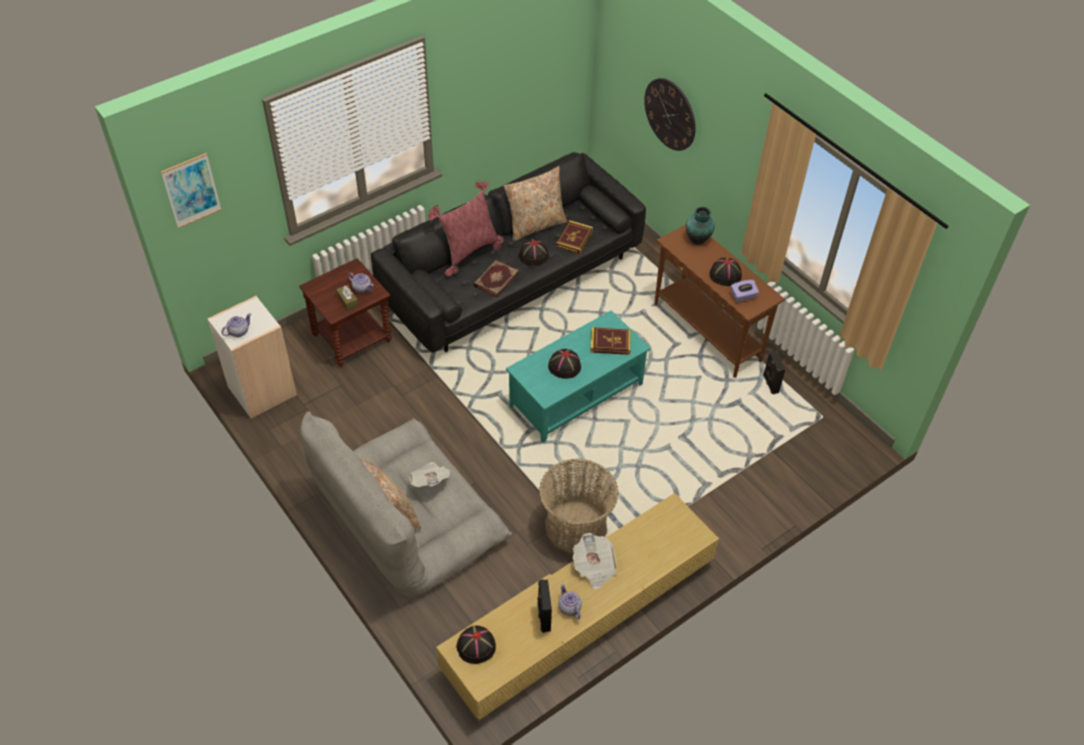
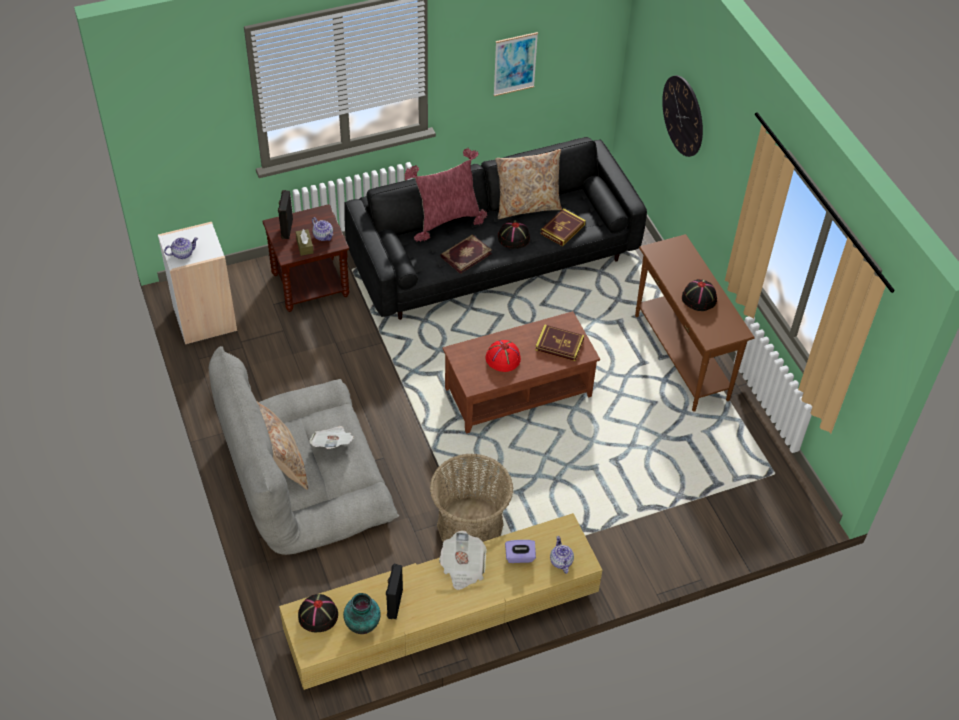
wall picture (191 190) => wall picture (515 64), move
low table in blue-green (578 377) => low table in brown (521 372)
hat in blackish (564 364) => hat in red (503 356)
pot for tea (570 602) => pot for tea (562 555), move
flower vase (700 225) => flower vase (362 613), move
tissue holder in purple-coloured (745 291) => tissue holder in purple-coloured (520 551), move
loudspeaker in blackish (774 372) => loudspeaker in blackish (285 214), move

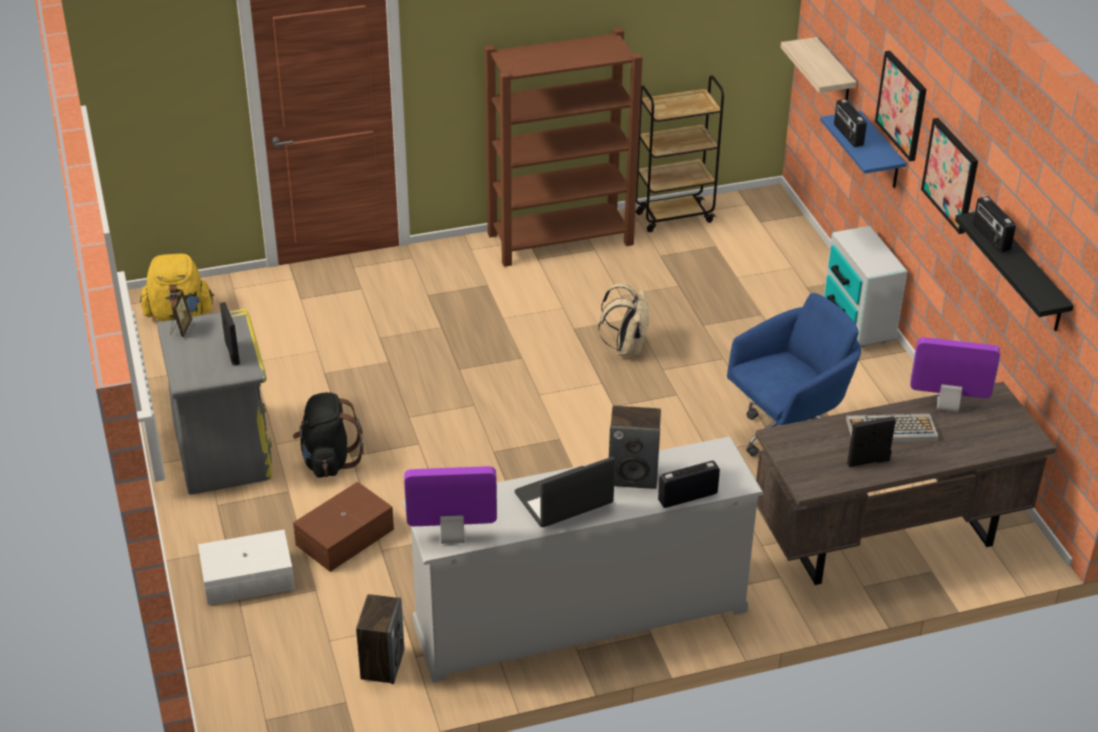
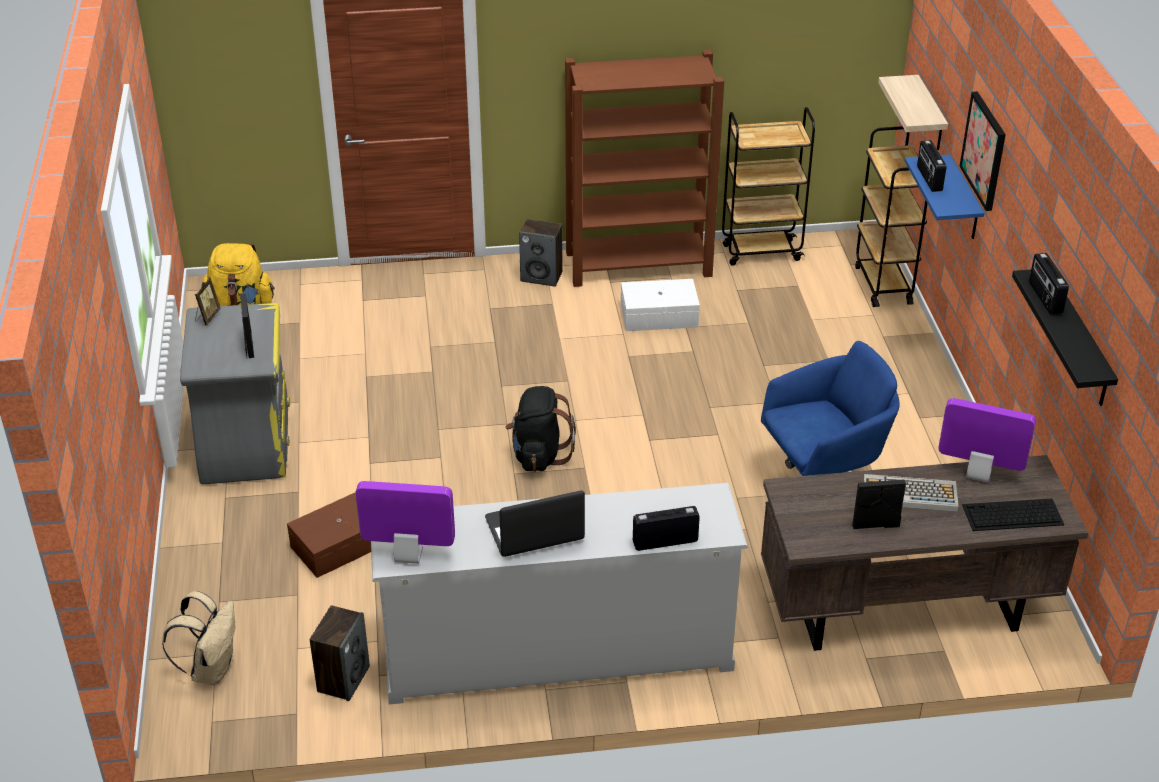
storage bin in white (246 567) => storage bin in white (660 305), move
backpack in blackish (328 435) => backpack in blackish (540 429), move
backpack in beige-coloured (624 320) => backpack in beige-coloured (198 638), move
loudspeaker (635 447) => loudspeaker (541 253), move
night table in white (865 286) => nothing
wall picture (949 176) => nothing
nothing => cart in brown (891 216)
nothing => keyboard (1013 514)

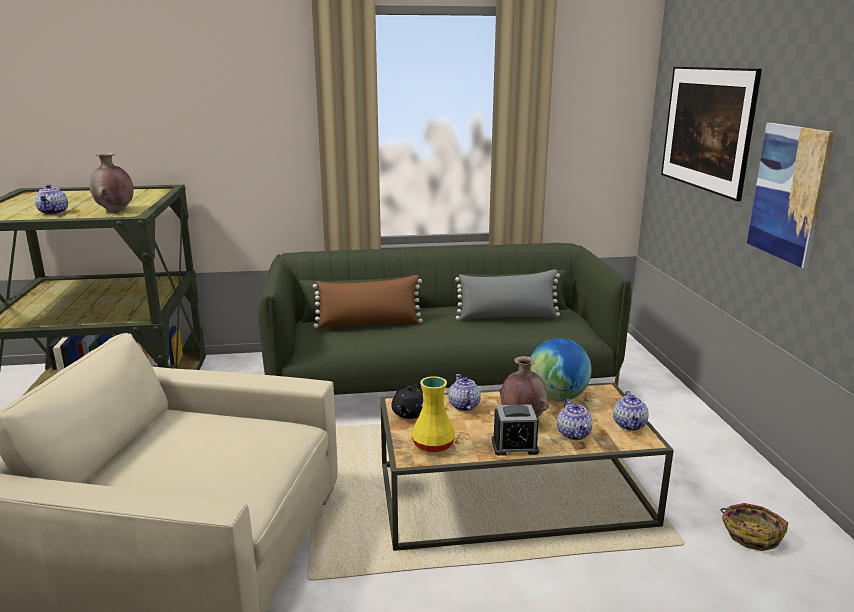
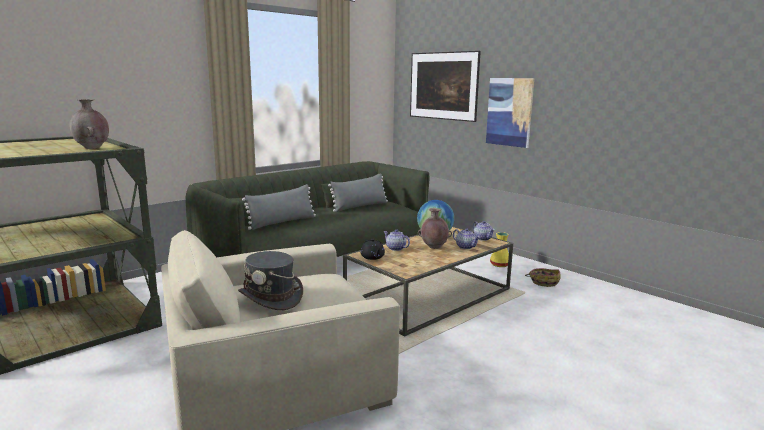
pot for tea (51 199) => nothing
cushion in brown (368 302) => cushion in grey (279 207)
flower vase in yellow-coloured (433 414) => flower vase in yellow-coloured (499 249), move
bedside clock (515 430) => nothing
nothing => hat in grey (270 280)

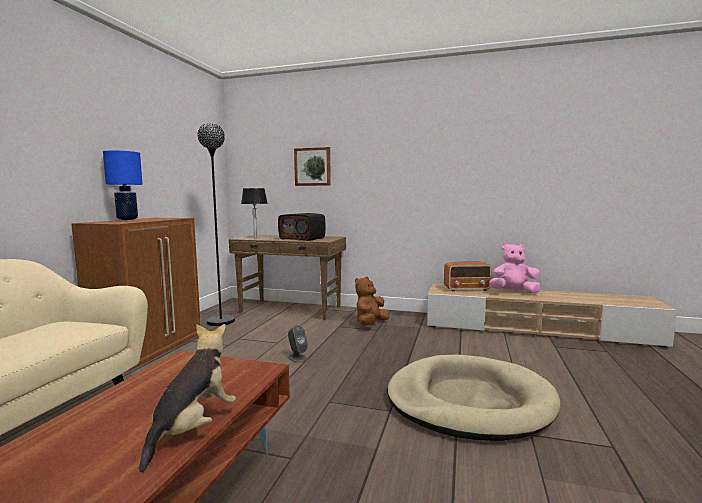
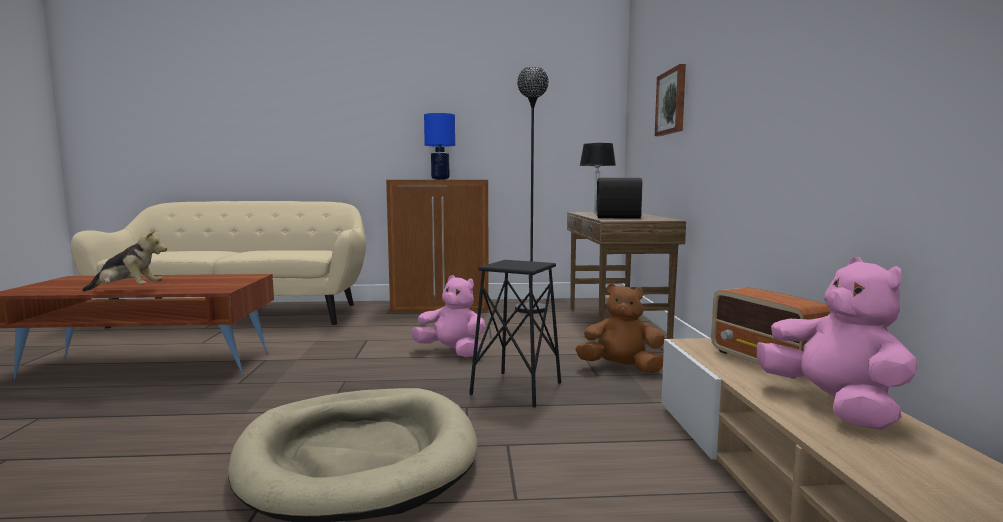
loudspeaker in grey (298 344) => soft toy in pink-coloured (448 316)
nothing => stool in blackish (515 334)

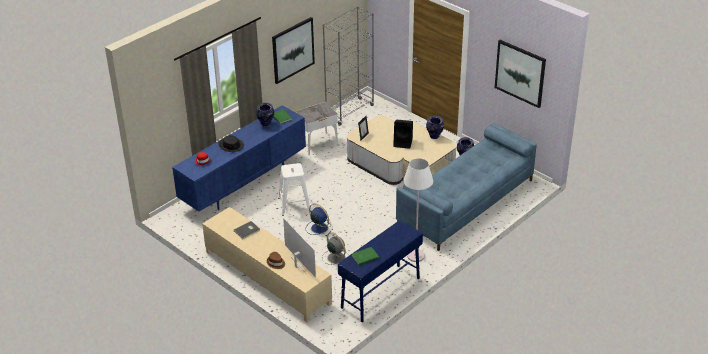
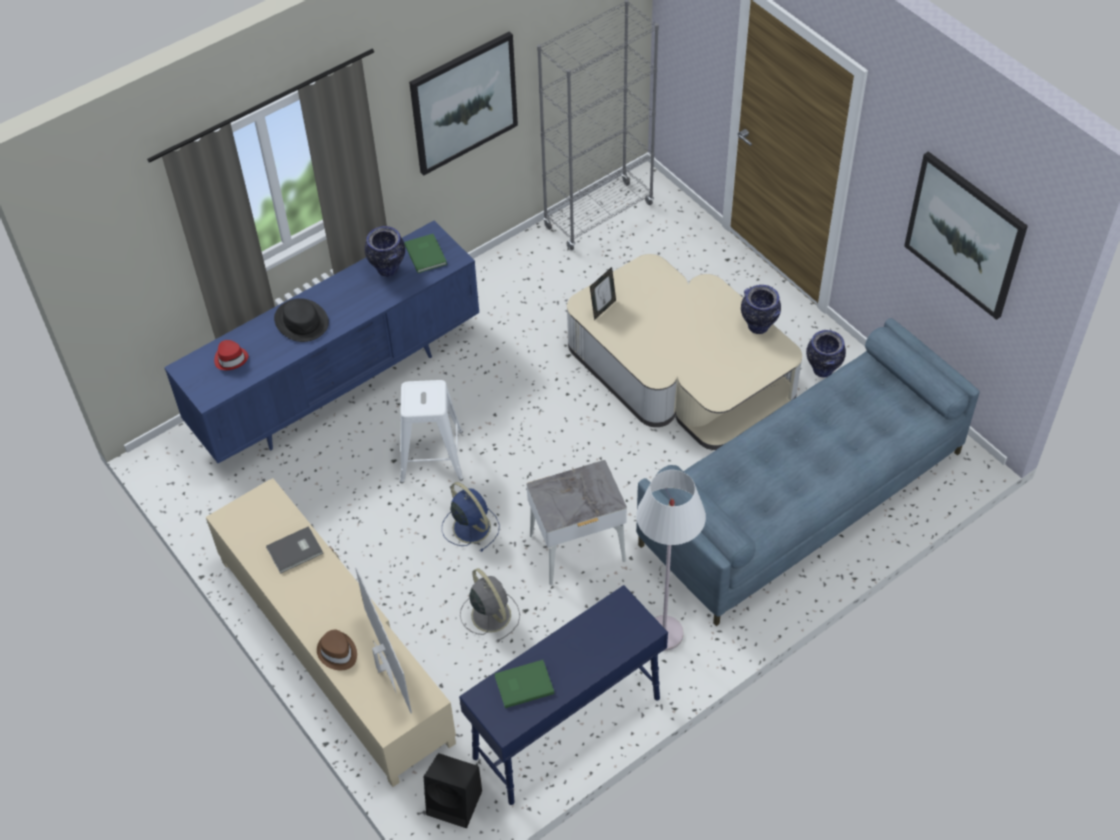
accent table (317 128) => accent table (577 522), move
loudspeaker in blackish (403 134) => loudspeaker in blackish (452 790), move

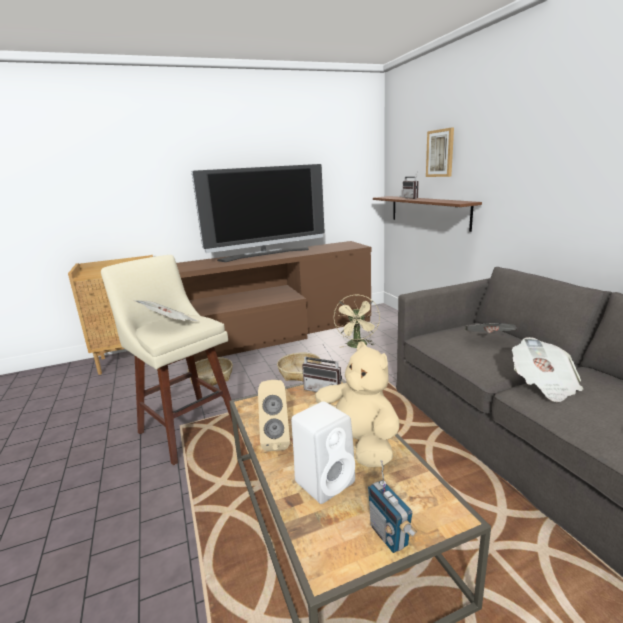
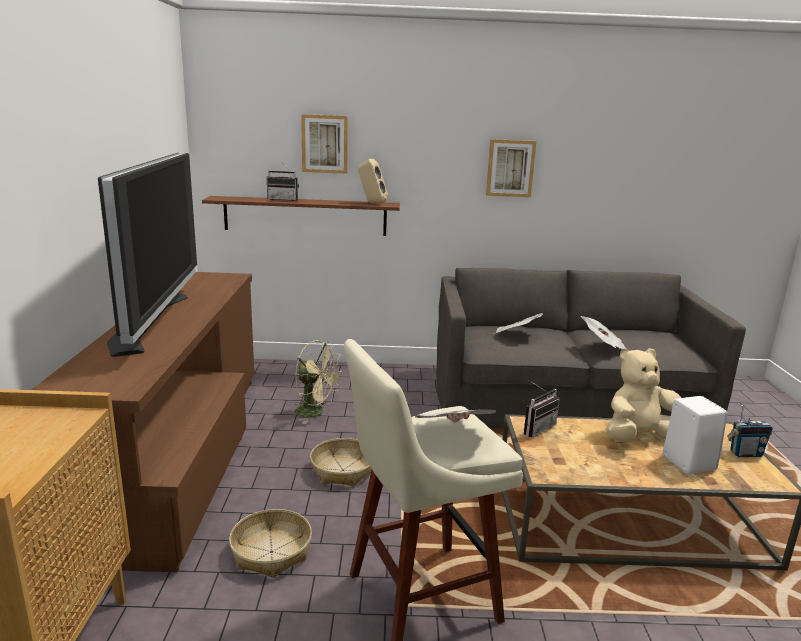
loudspeaker in beige-coloured (274 415) => loudspeaker in beige-coloured (373 181), move
nothing => wall picture (511 168)

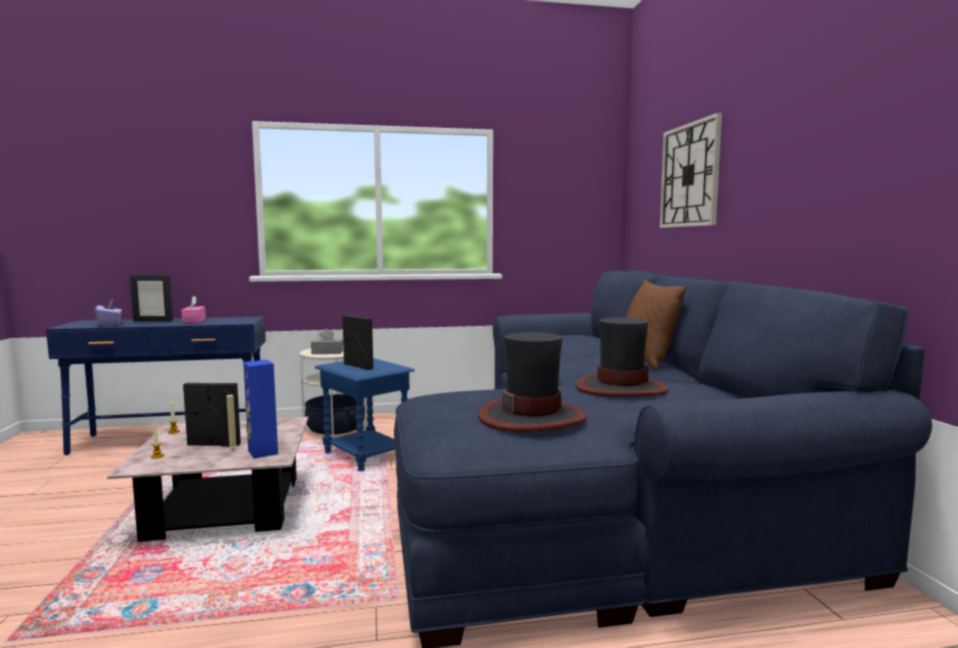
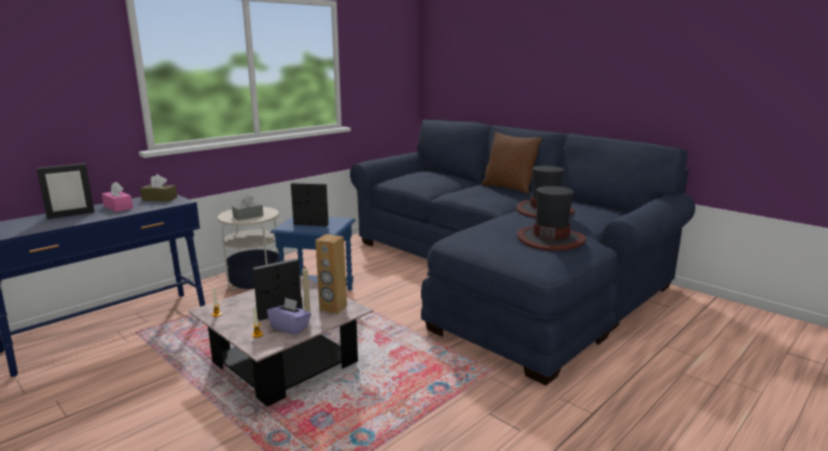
tissue holder in purple-coloured (108 312) => tissue holder in purple-coloured (289 315), move
loudspeaker in blue (260 409) => loudspeaker in brown (331 274)
hanging clock (691 170) => nothing
nothing => tissue holder in brown (158 188)

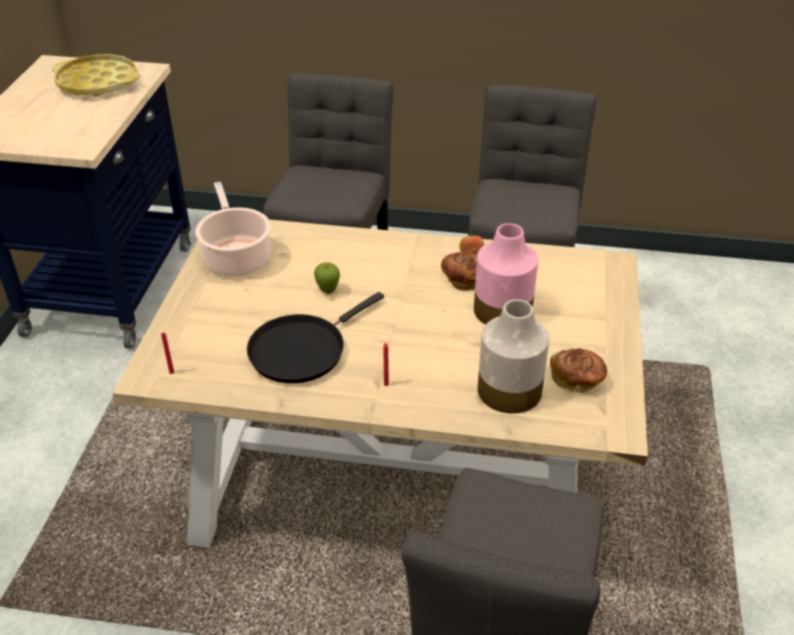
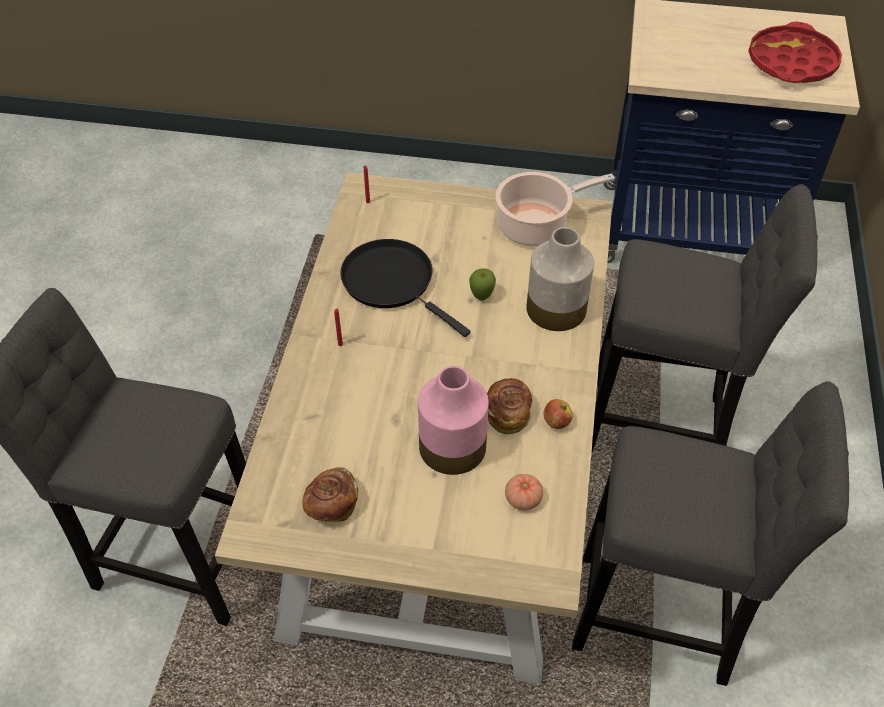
carrying tray in yellow-coloured (95 75) => carrying tray in red (795 52)
flower vase in beige-coloured (513 356) => flower vase in beige-coloured (560 279), move
nothing => whole tomato (524 492)

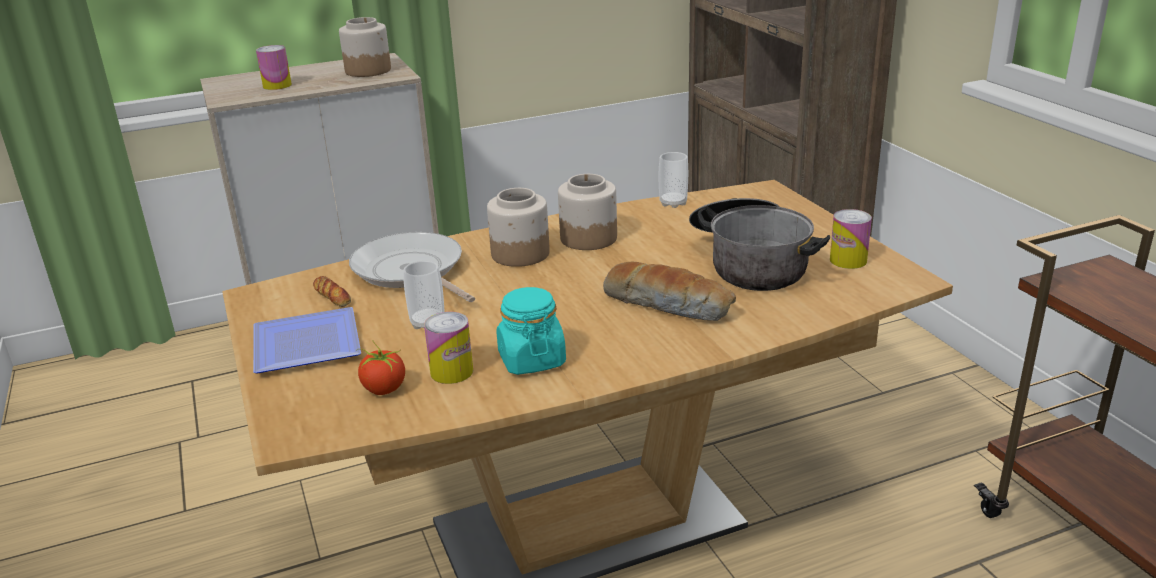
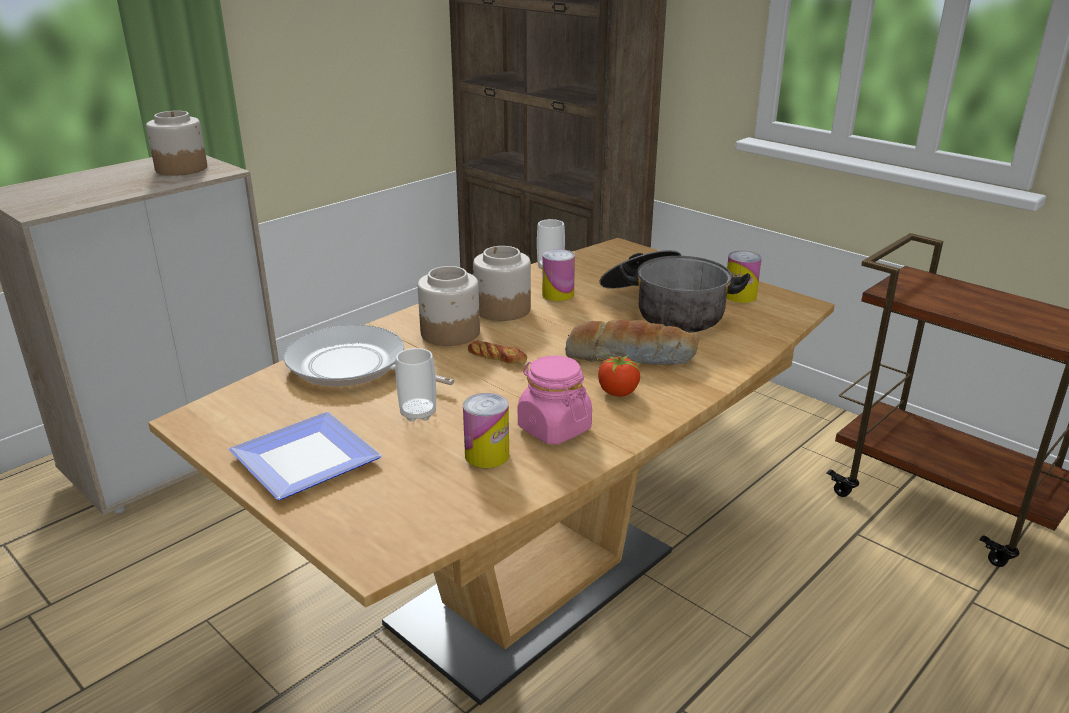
can (274 67) => can (558 275), move
bread (332 291) => bread (497 352), move
whole tomato (381 368) => whole tomato (619 373), move
jar in blue-green (531 331) => jar in pink-coloured (555 400)

